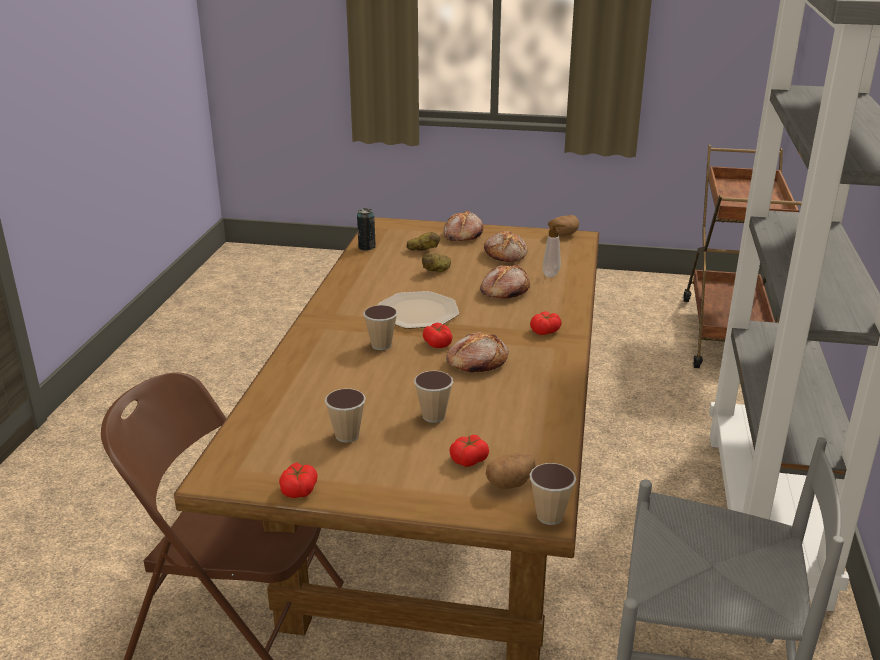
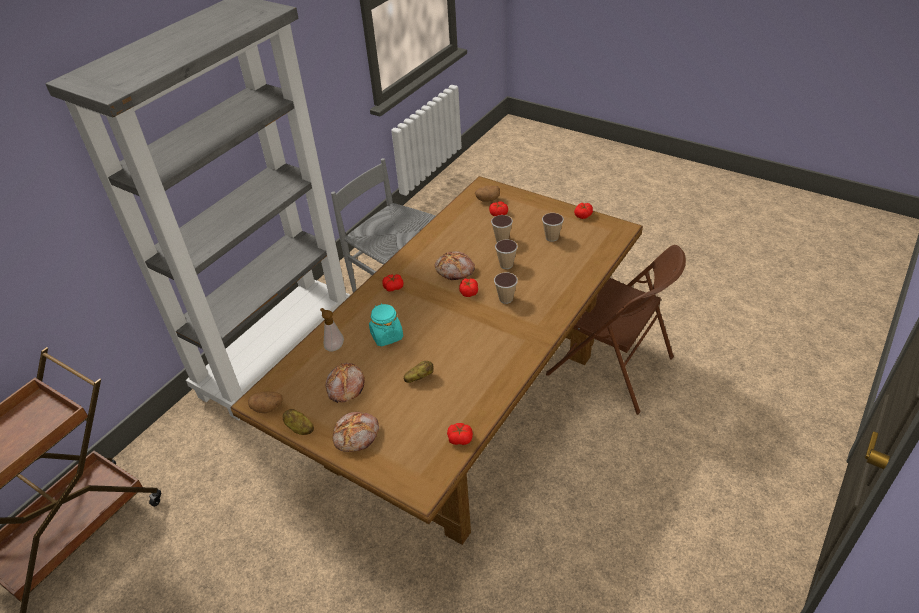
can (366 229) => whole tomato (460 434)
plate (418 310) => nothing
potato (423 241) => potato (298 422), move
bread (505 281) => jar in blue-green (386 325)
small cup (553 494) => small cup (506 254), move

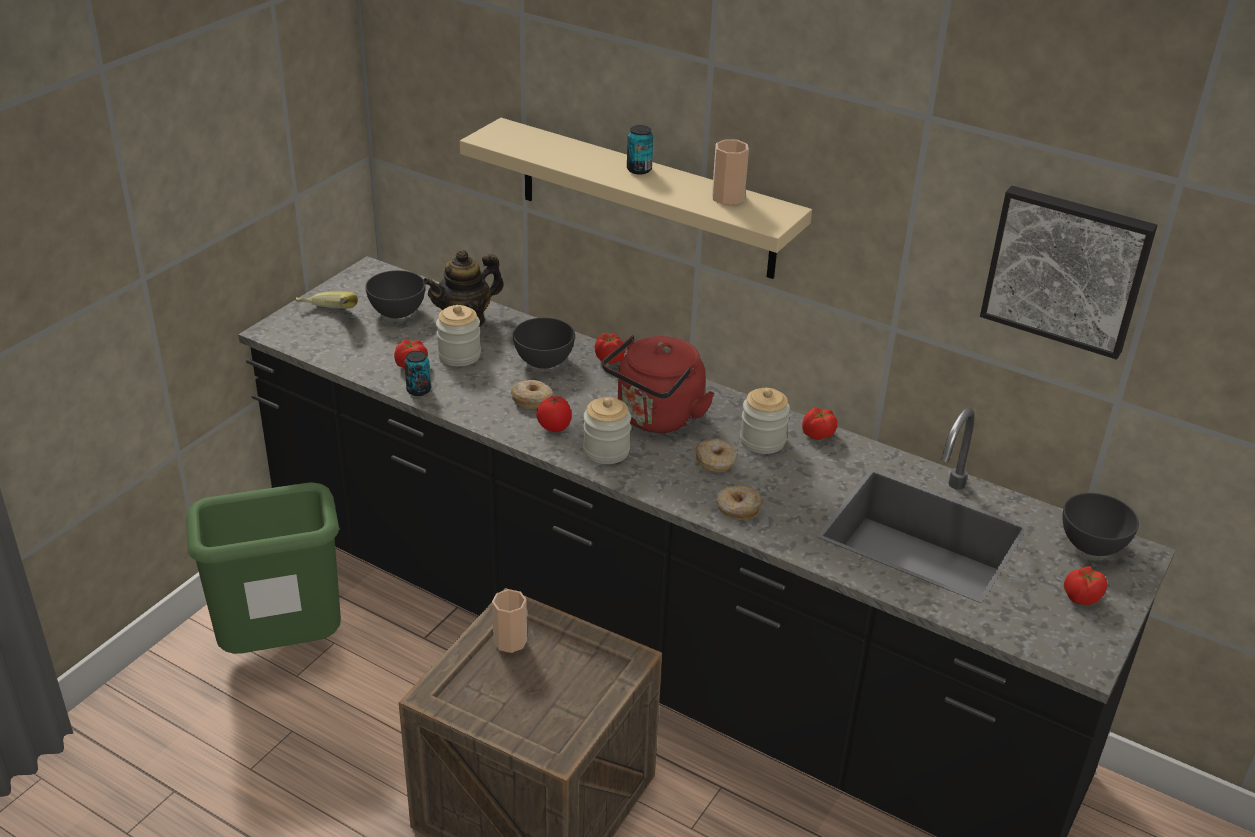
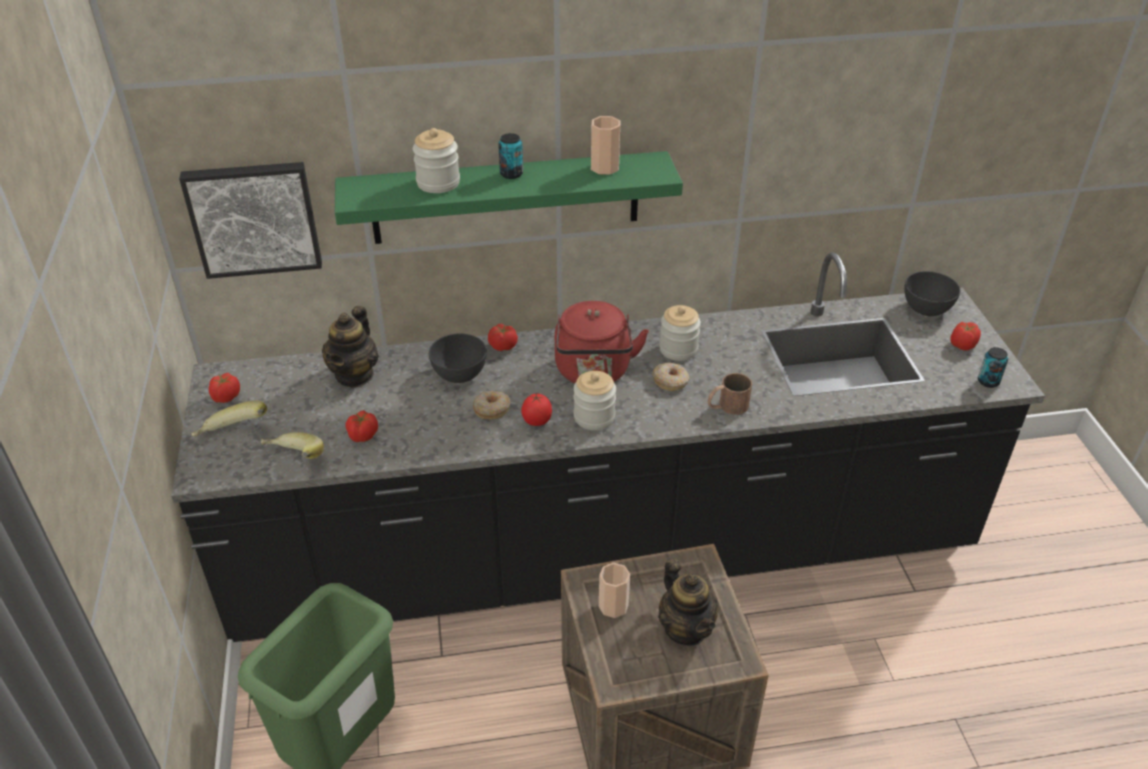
serving bowl in grey (395 294) => nothing
can (417 373) => can (993 367), move
jar (458 335) => jar (436 160), move
bracket shelf in beige-coloured (636 198) => bracket shelf in green-coloured (509 197)
ring doughnut (739 503) => mug in brown (729 394)
whole tomato (819 424) => whole tomato (224 388), move
wall picture (1069 273) => wall picture (250 220), move
nothing => whole banana (292 445)
nothing => pot for tea (688 602)

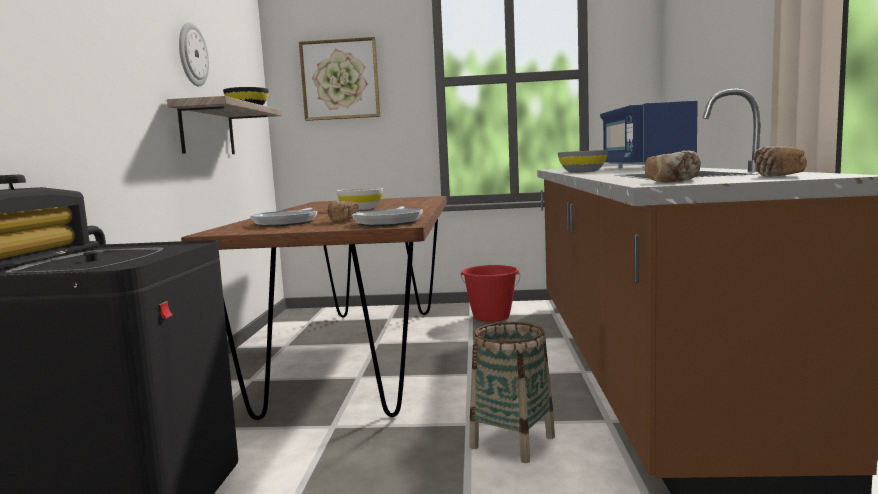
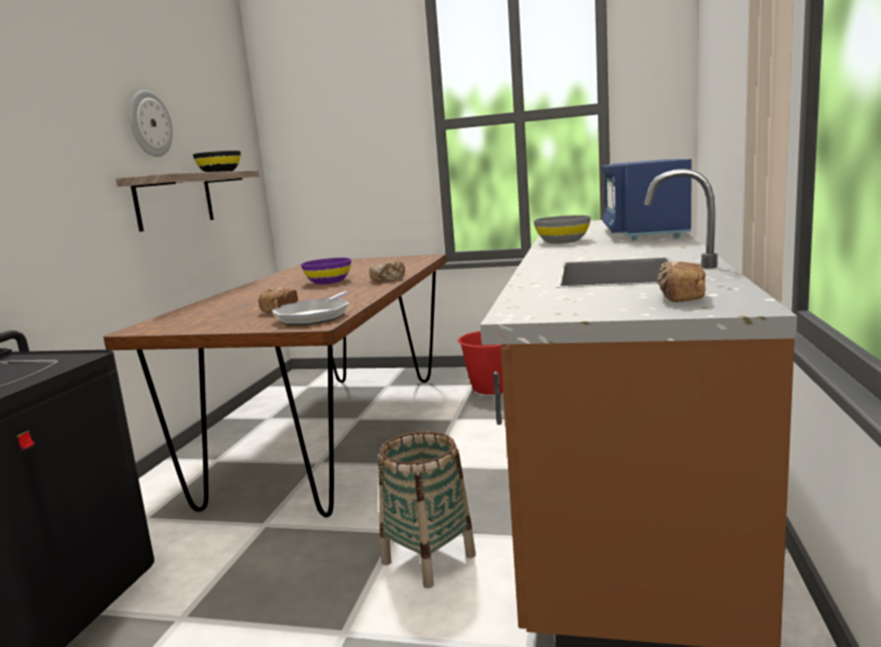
pan (283 217) => nothing
wall picture (339 79) => nothing
serving bowl in white (359 199) => serving bowl in purple-coloured (326 271)
bread (673 166) => bread (387 271), move

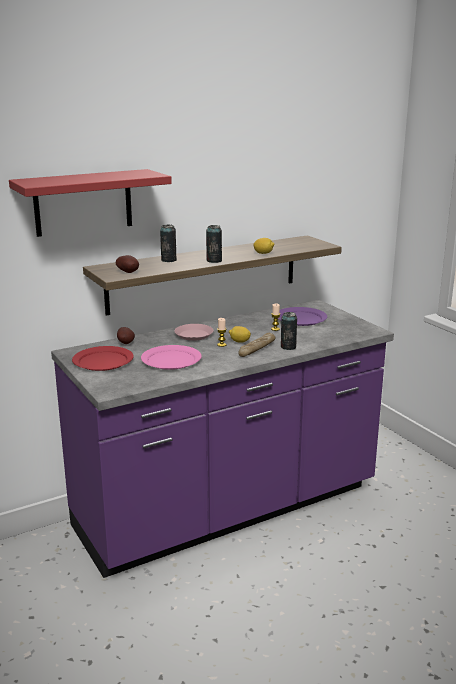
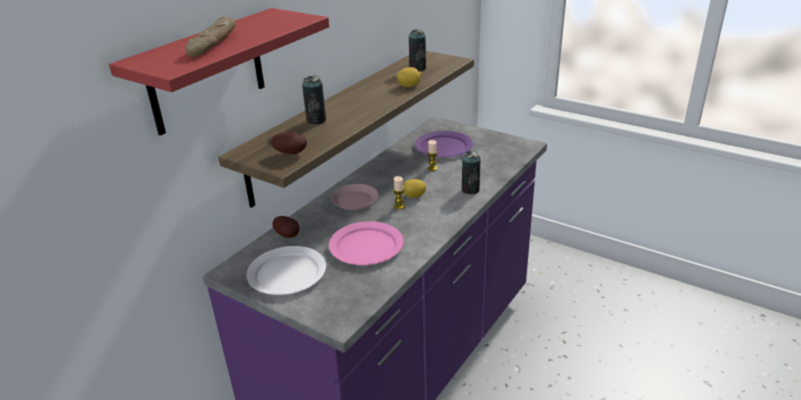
plate in red (103 358) => plate in white (286 270)
can (214 244) => can (417 50), move
bread (256 345) => bread (211 36), move

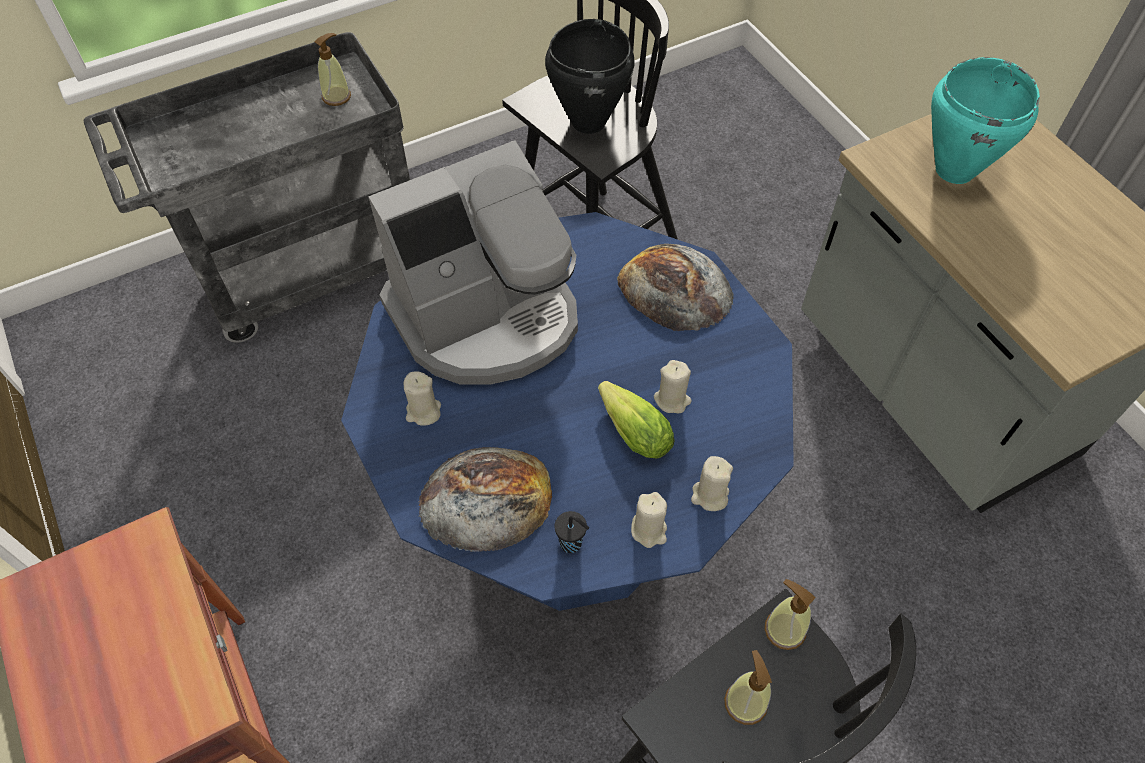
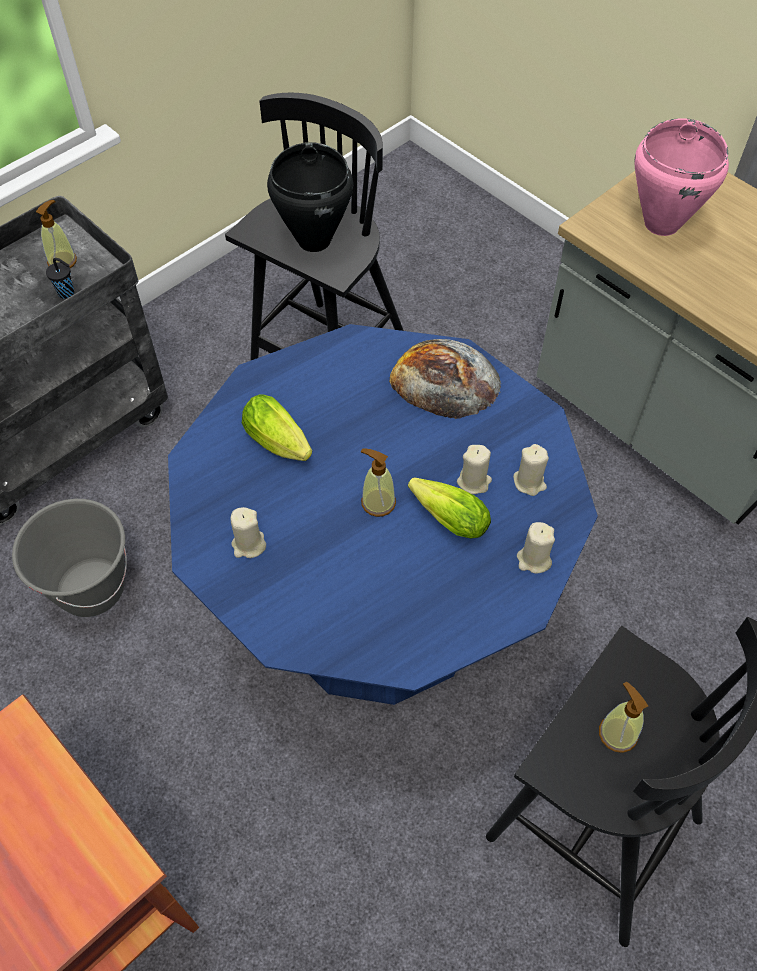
coffee brewer (473 262) => lettuce head (277 427)
bread (485 499) => nothing
small cup in blackish (572 532) => small cup in blackish (60 278), move
wax light in beige-coloured (649 520) => wax light in beige-coloured (531 470), move
liquid soap bottle (790 614) => liquid soap bottle (378 483), move
saucepot in blue-green (985 120) => saucepot in pink-coloured (681 177)
nothing => pail in grey (69 558)

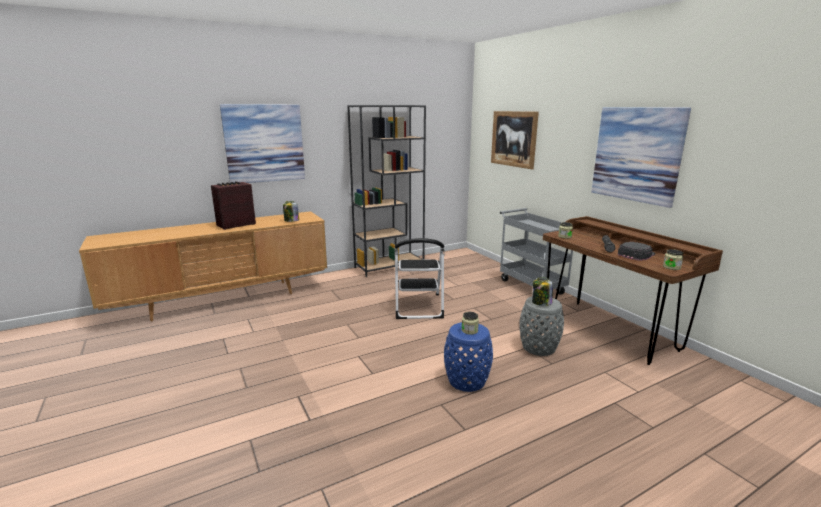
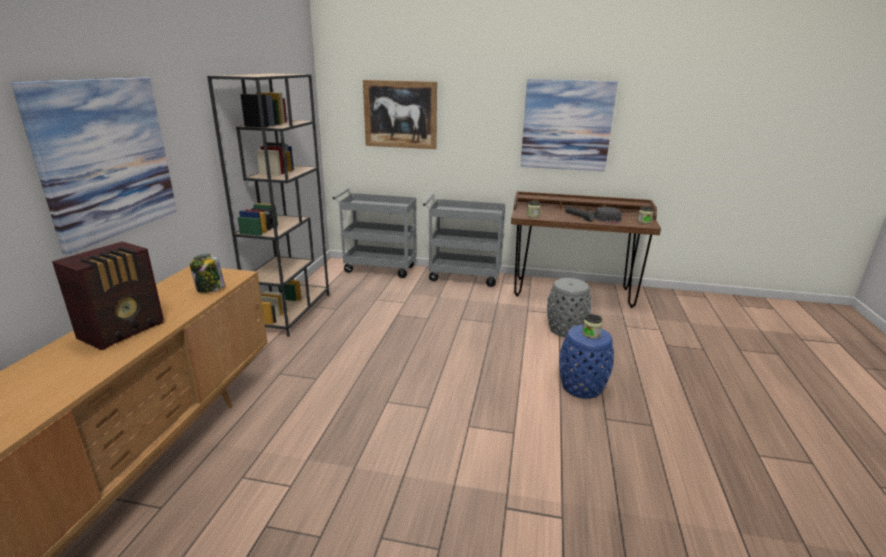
radio (233 205) => radio (108 296), 150 degrees counterclockwise
step stool (419 278) => nothing
jar (542 291) => nothing
nothing => cart in grey (374 233)

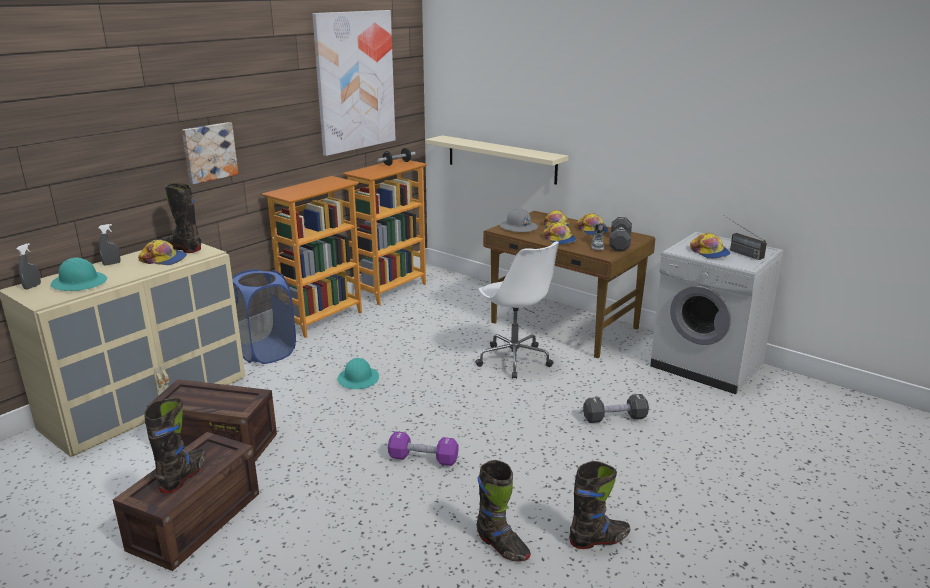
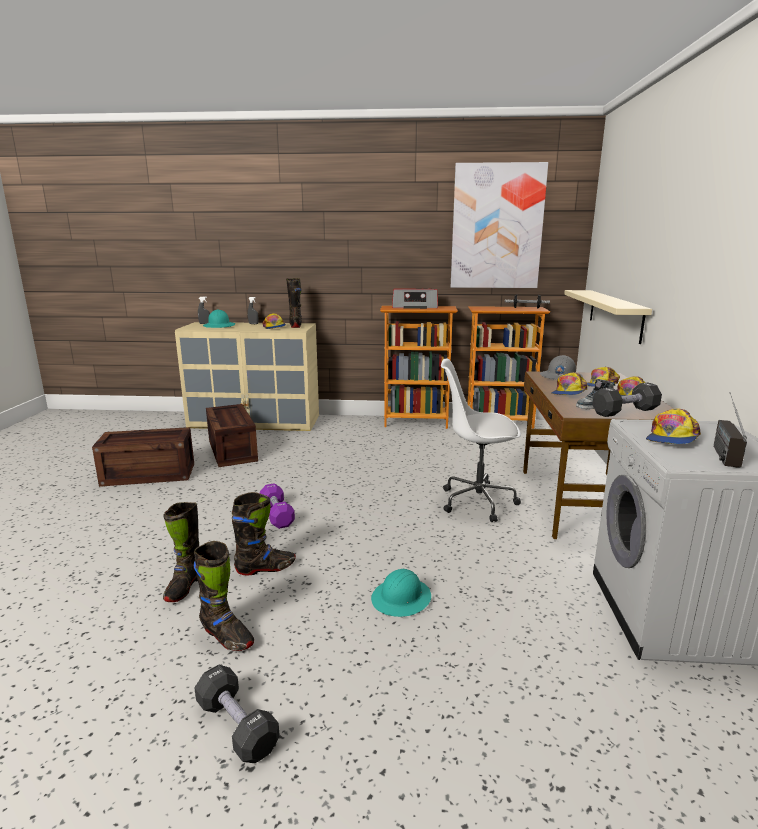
tall boot in blackish (175 445) => tall boot in blackish (264 534), move
wall picture (210 153) => nothing
laundry basket in blue (264 316) => nothing
work helmet in blue-green (358 373) => work helmet in blue-green (401 593), move
office chair in white (517 310) => office chair in white (481 440), 75 degrees clockwise
hand weight in blackish (616 408) => hand weight in blackish (237 714), move
nothing => radio (415 299)

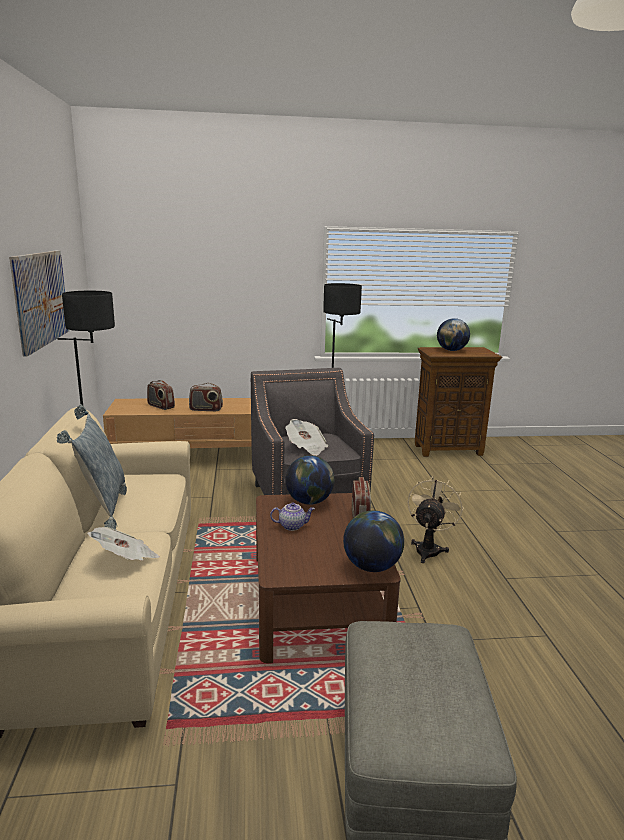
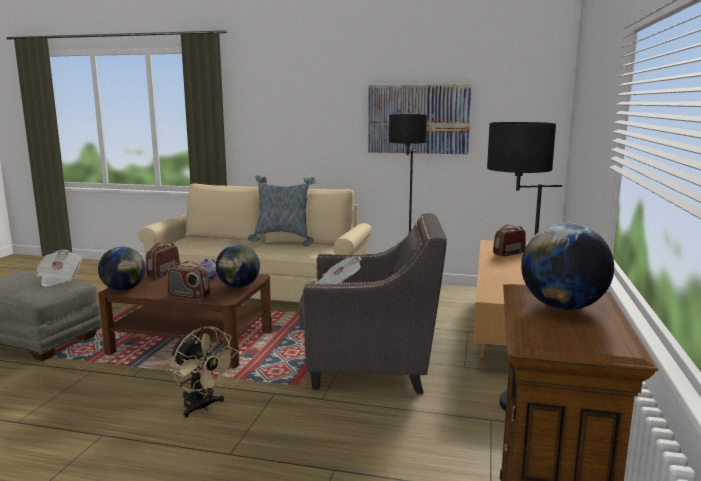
newspaper (123 544) => newspaper (59 268), move
radio (206 397) => radio (163 260), move

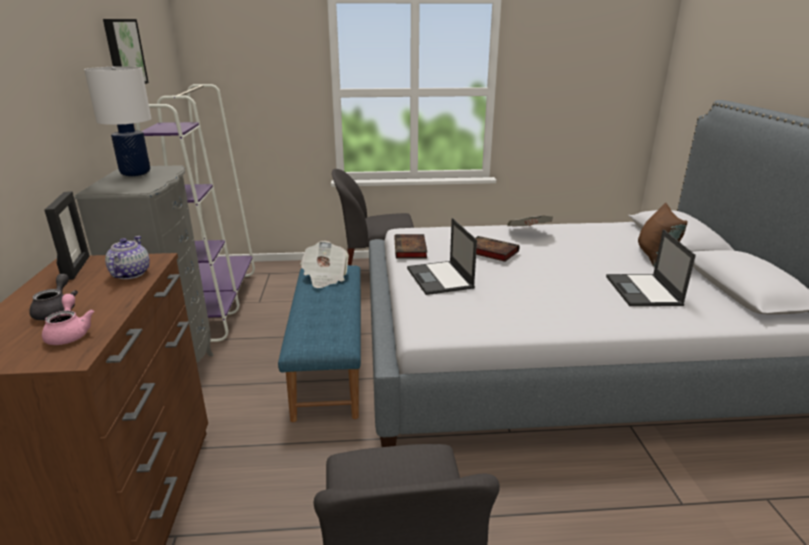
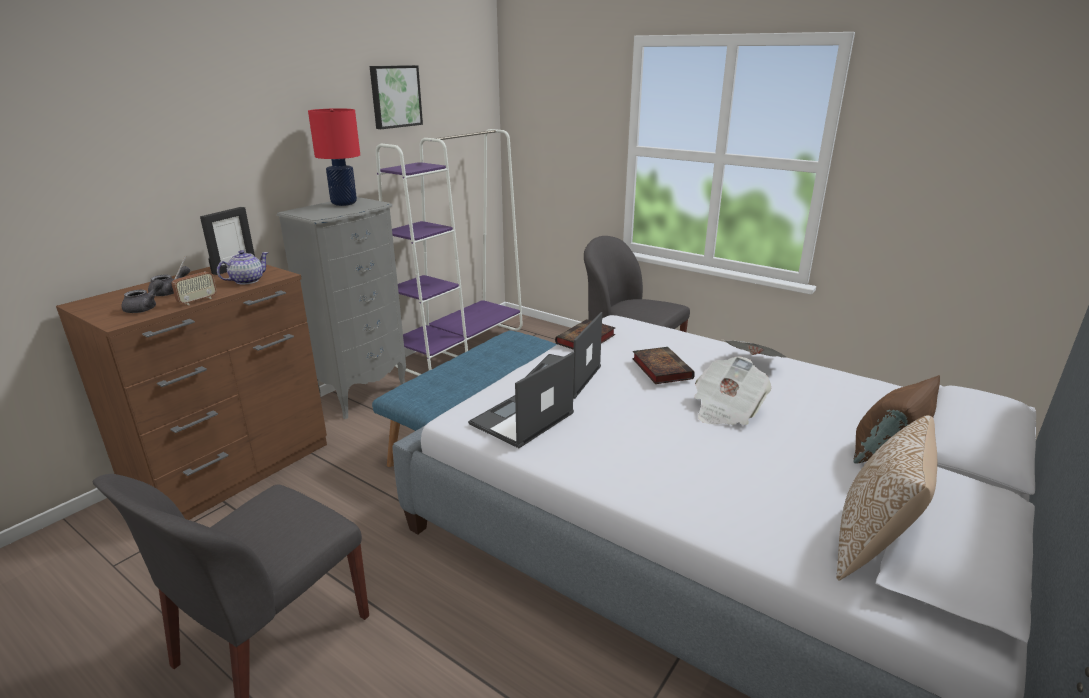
pot for tea in pink-coloured (68 319) => pot for tea in grey (142 296)
lamp for a table in white (118 121) => lamp for a table in red (334 157)
newspaper (324 264) => newspaper (732 390), move
portable computer (651 267) => portable computer (521 400), move
nothing => radio (194 280)
nothing => cushion (887 497)

